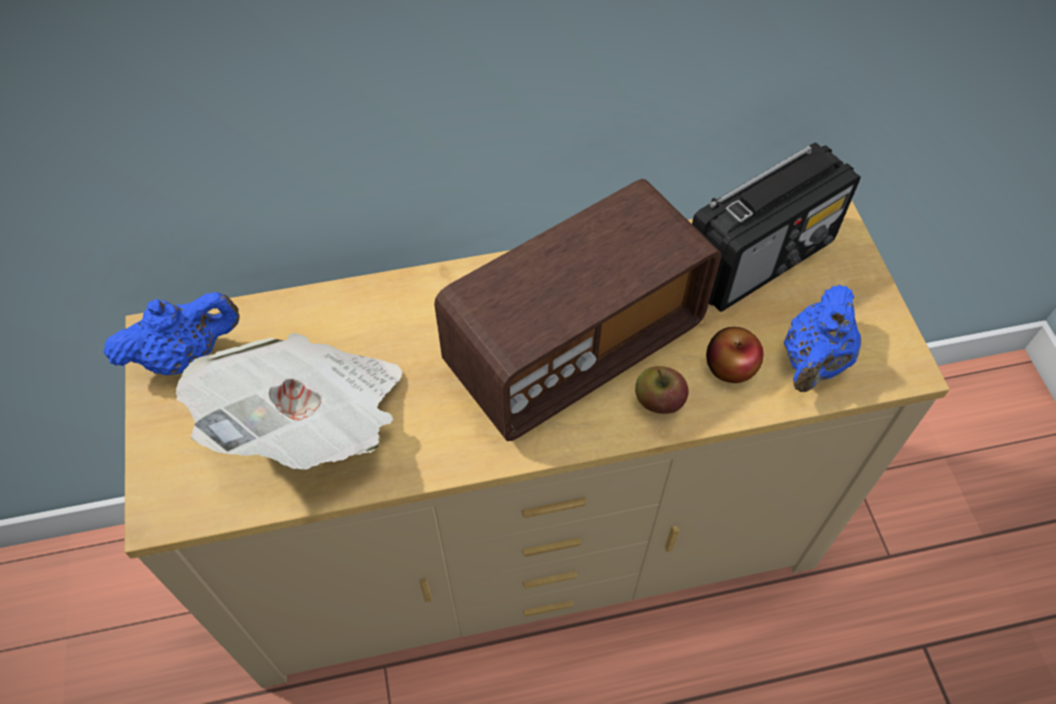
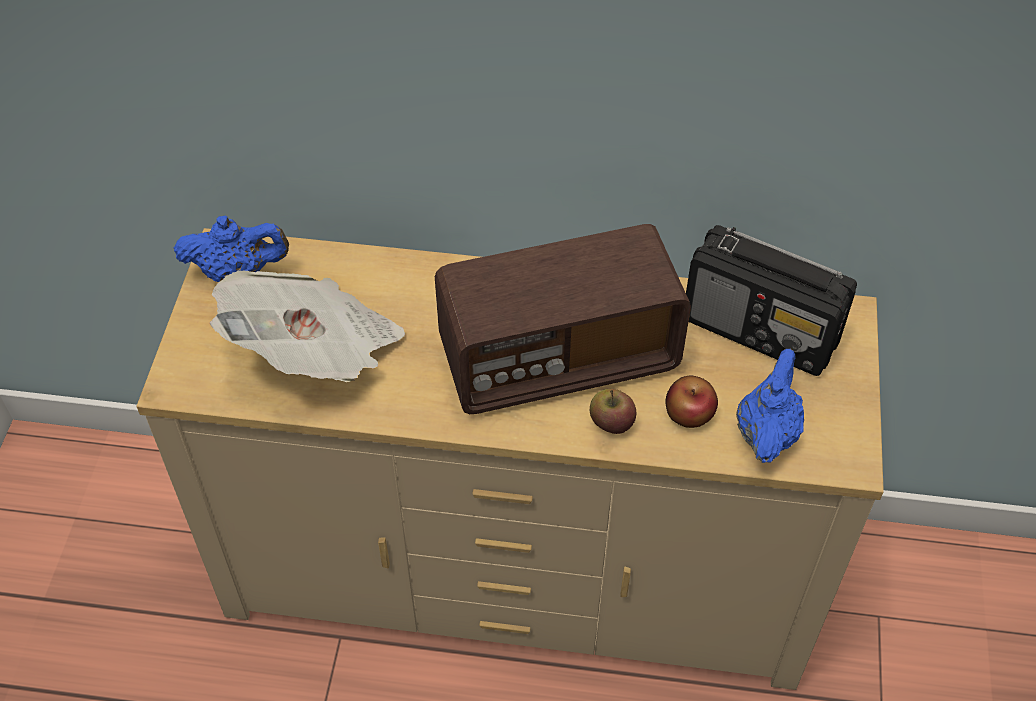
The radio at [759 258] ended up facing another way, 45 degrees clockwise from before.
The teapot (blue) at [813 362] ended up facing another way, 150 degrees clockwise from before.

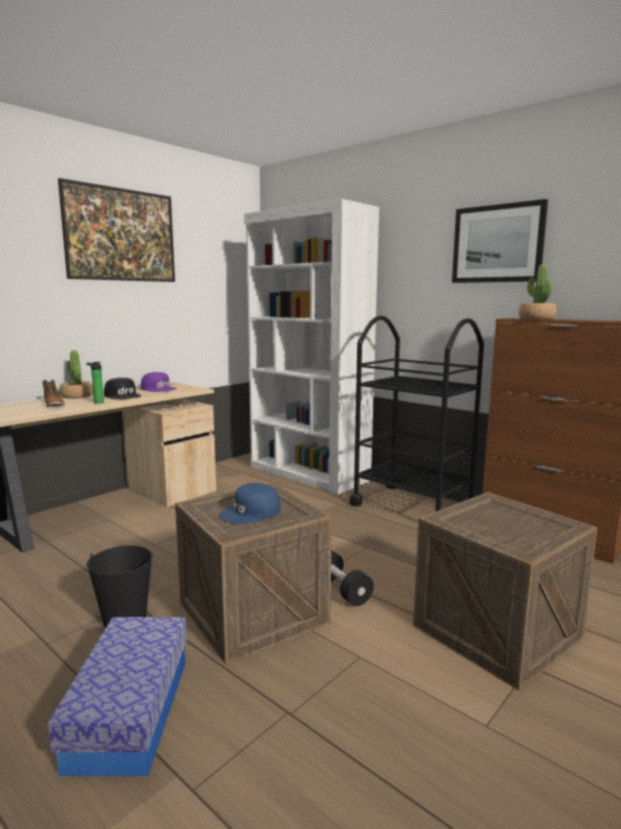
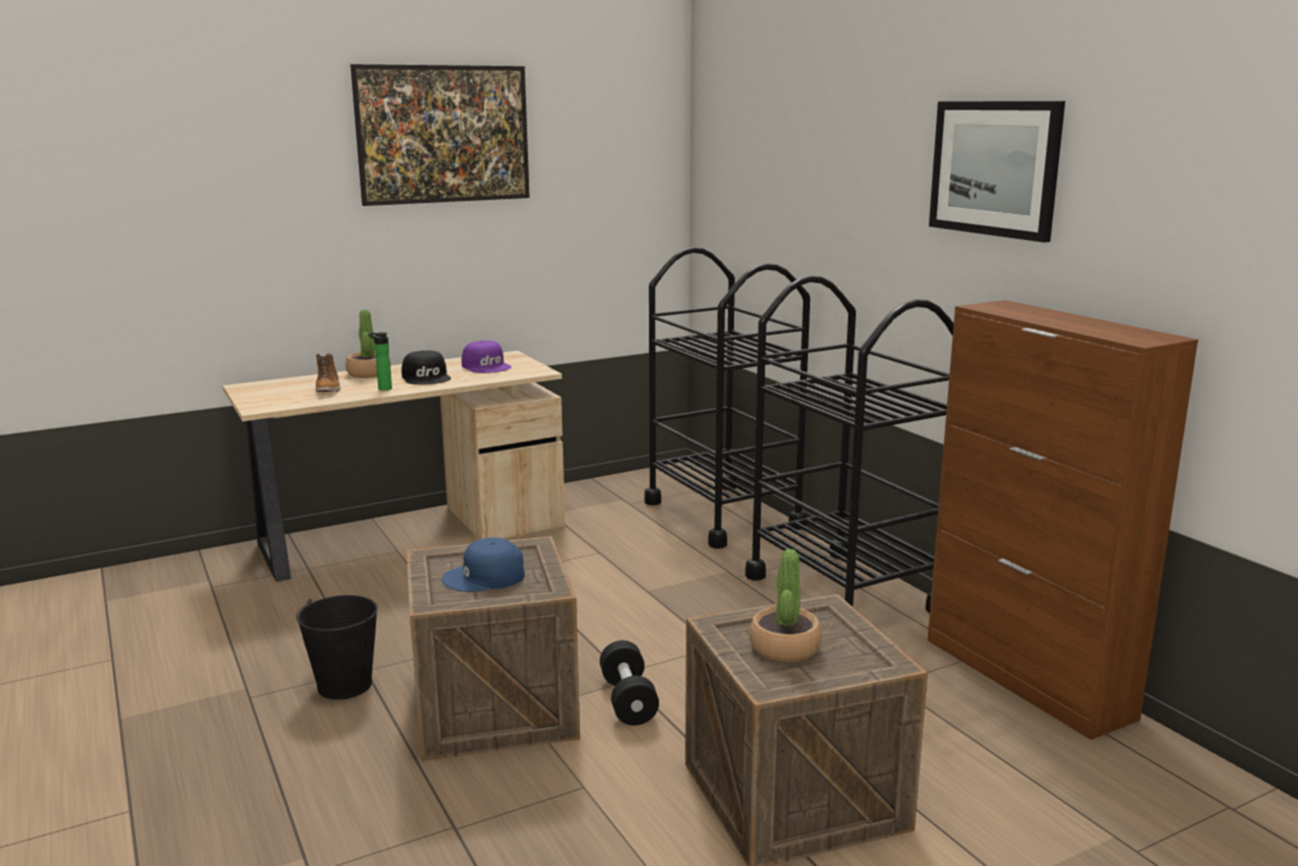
The second view lost the storage box at [130 712].
The potted plant ended up elsewhere, having gone from [536 318] to [784 648].
Where the bookcase (white) stood at [308 474], the cart (black) came to stand at [723 514].

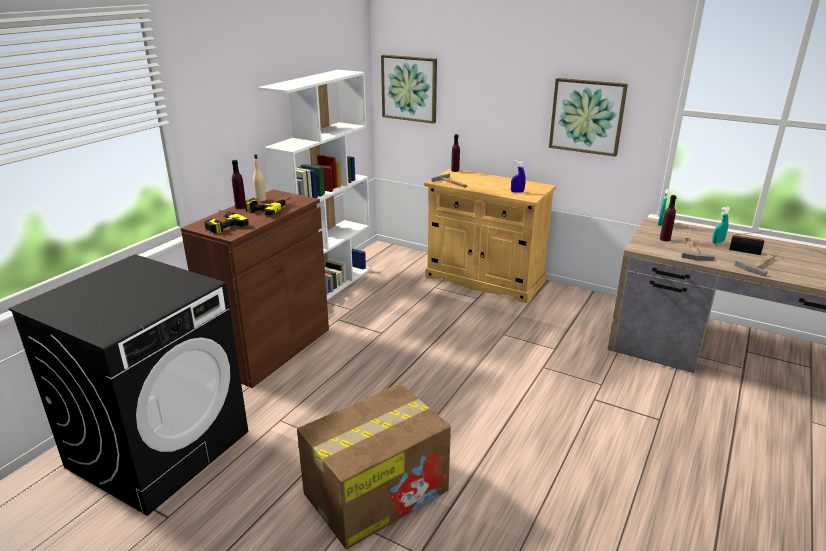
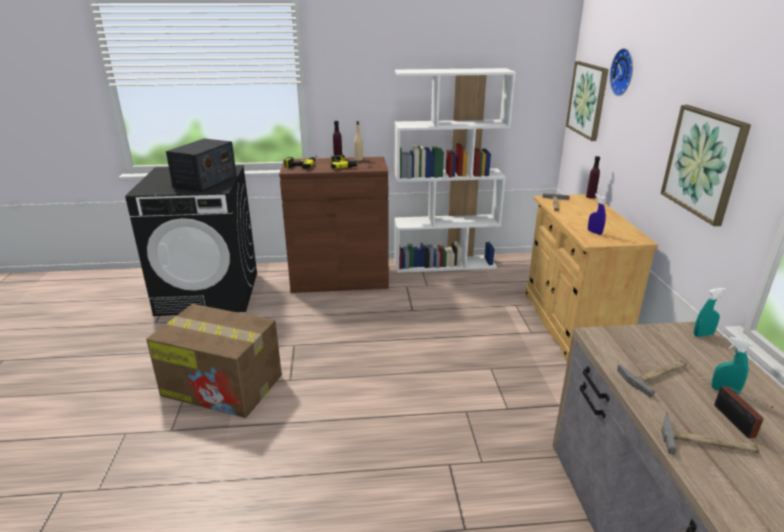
The second view lost the bottle (purple) at [665 239].
The second view gained the radio at [205 181].
The second view gained the wall clock at [624 72].

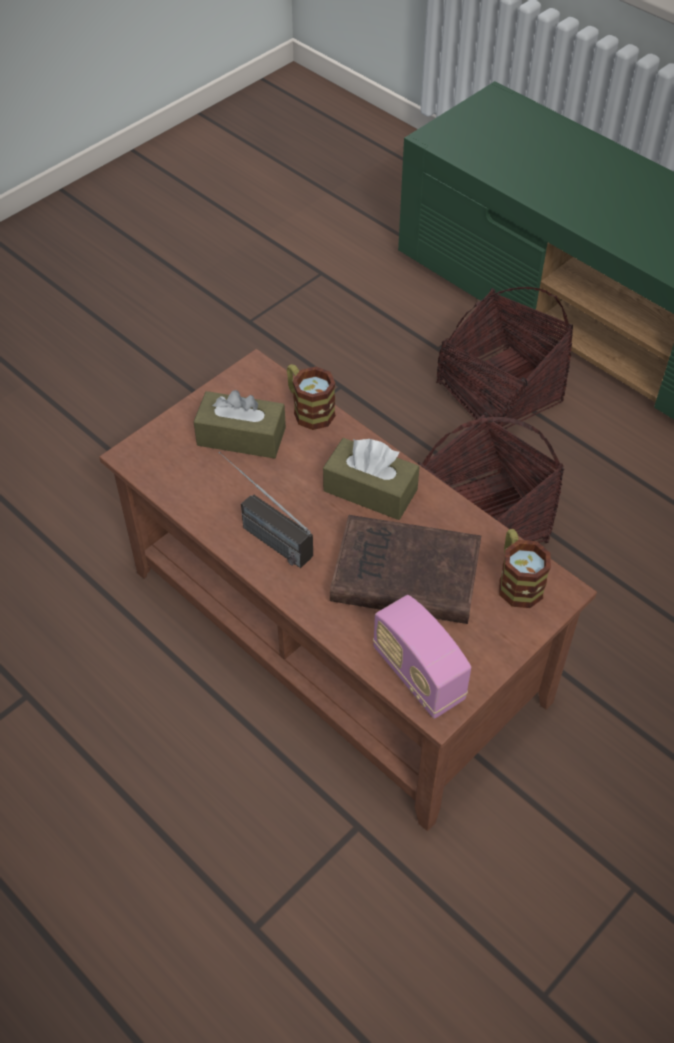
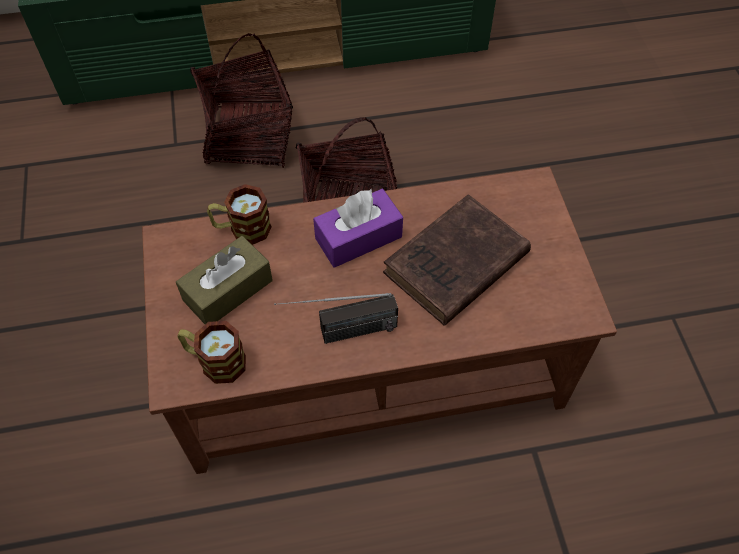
The second view lost the radio at [418 675].
The mug ended up elsewhere, having gone from [517 580] to [215 361].
What was the tissue box (brown) at [370 490] turned into the tissue box (purple) at [358 237].

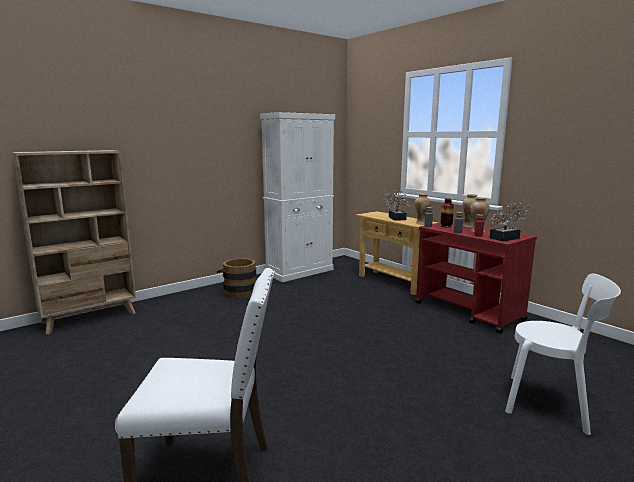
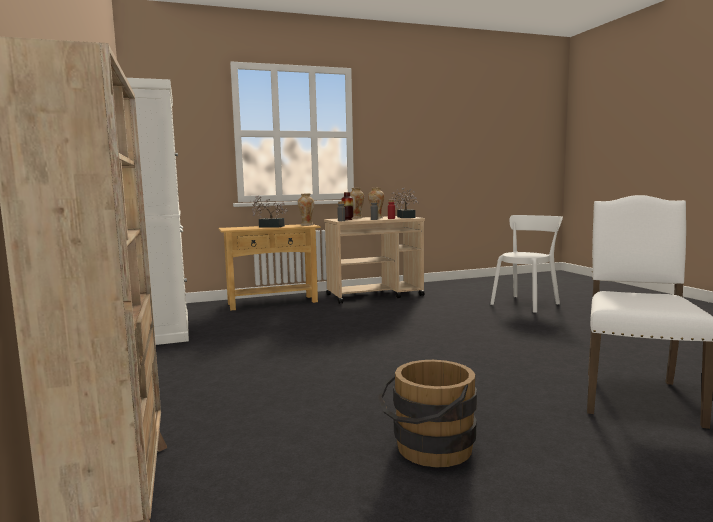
The bucket (brown) ended up elsewhere, having gone from [238 292] to [428 449].
What was the cart (red) at [469 312] turned into the cart (beige) at [375 295].

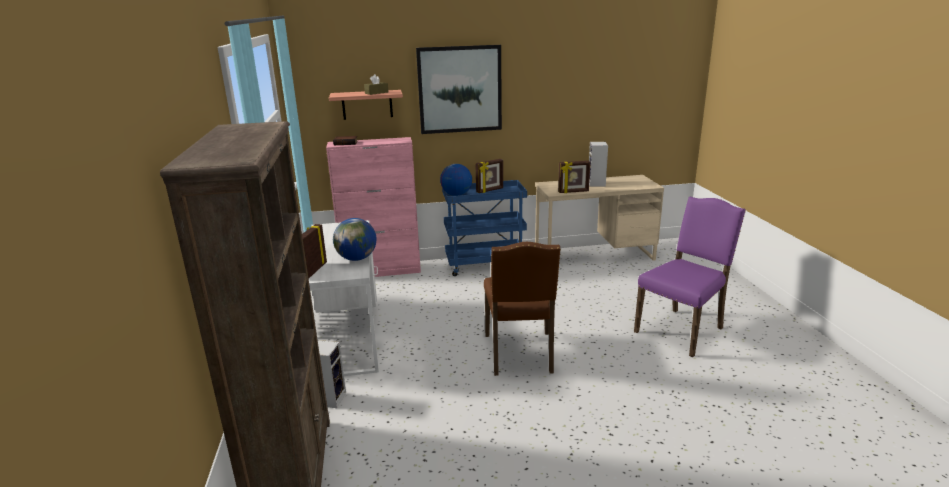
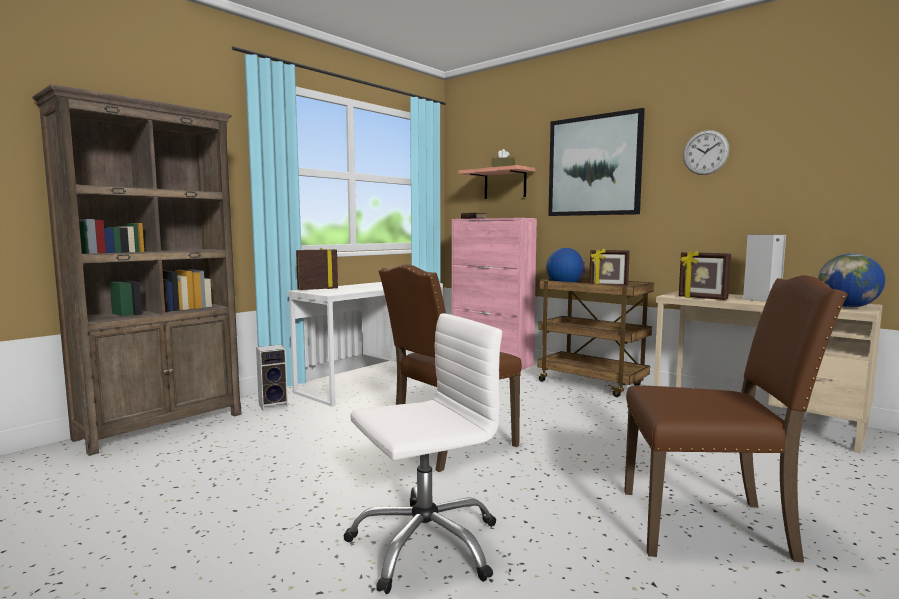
The second view gained the office chair (white) at [425 544].
The second view gained the wall clock at [705 152].
The globe ended up elsewhere, having gone from [357 259] to [848 307].
What was the cart (blue) at [485 264] turned into the cart (brown) at [592 384].
What was the chair (purple) at [682 330] turned into the chair (brown) at [709 526].

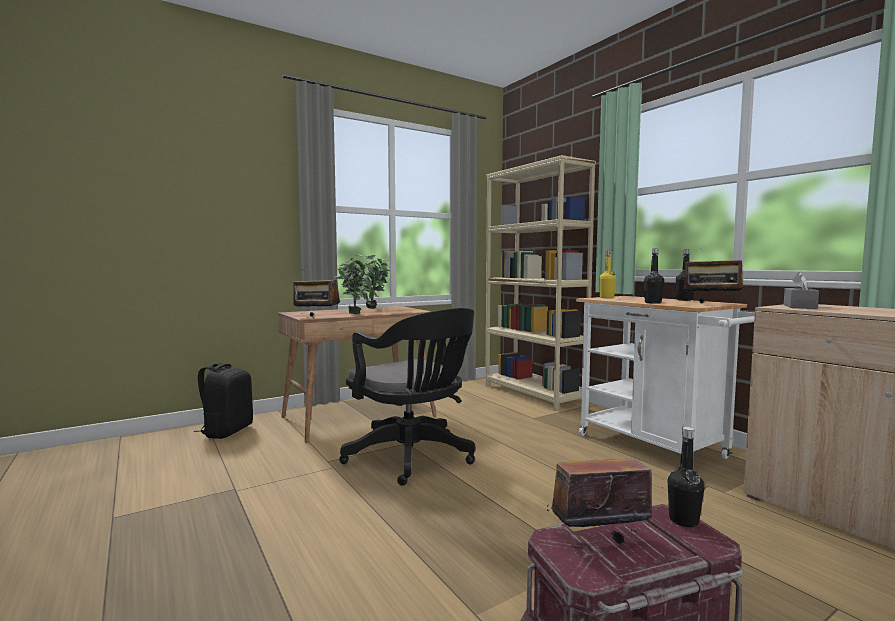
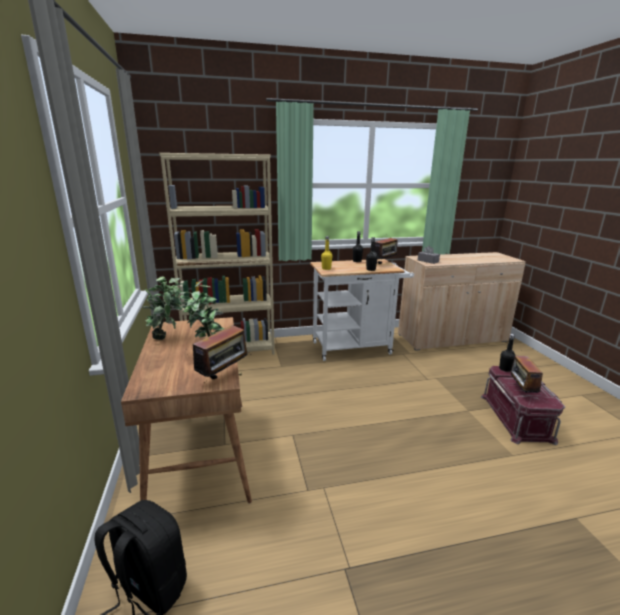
The second view lost the office chair (black) at [413 458].

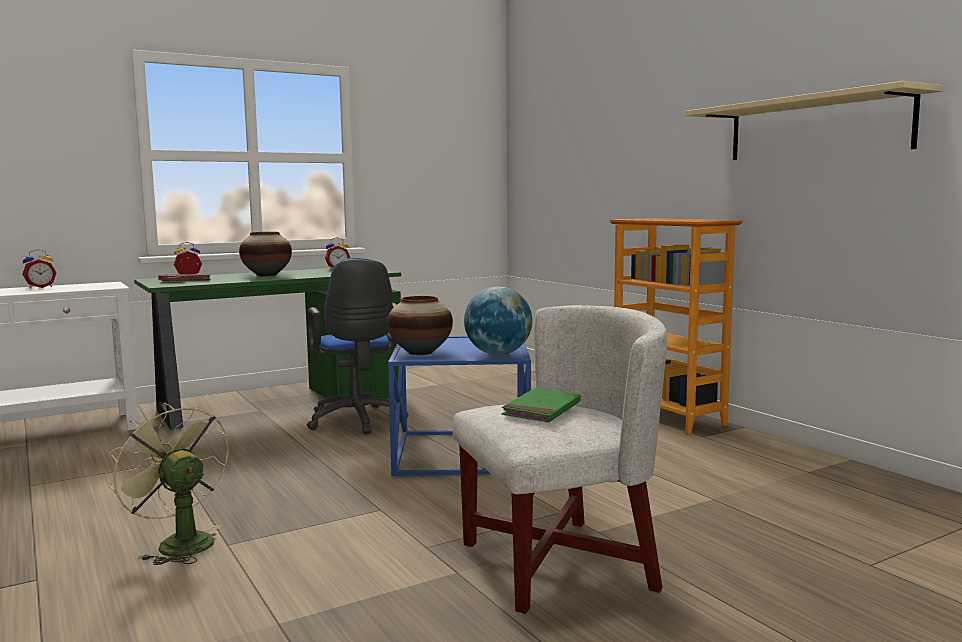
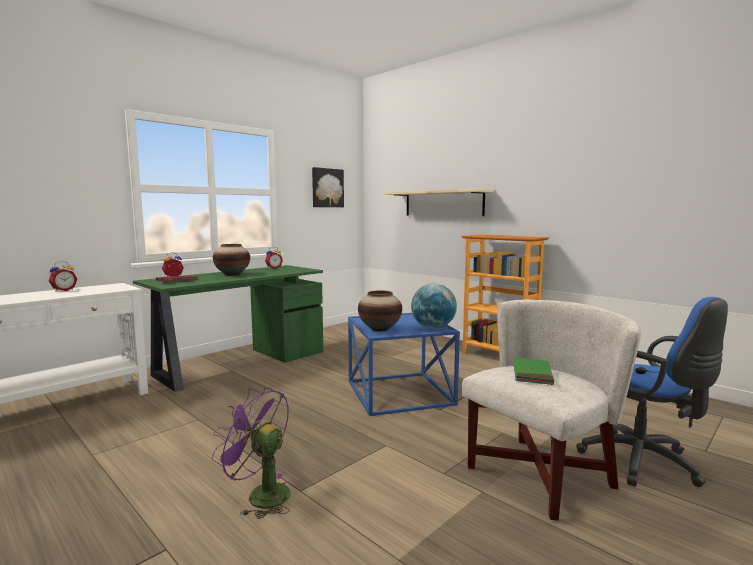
The second view gained the picture at [327 188].
The office chair (blue) ended up elsewhere, having gone from [357 421] to [645 463].
The shelf (beige) ended up elsewhere, having gone from [816 128] to [443 203].
What was the fan (green) at [178 543] turned into the fan (purple) at [260 494].

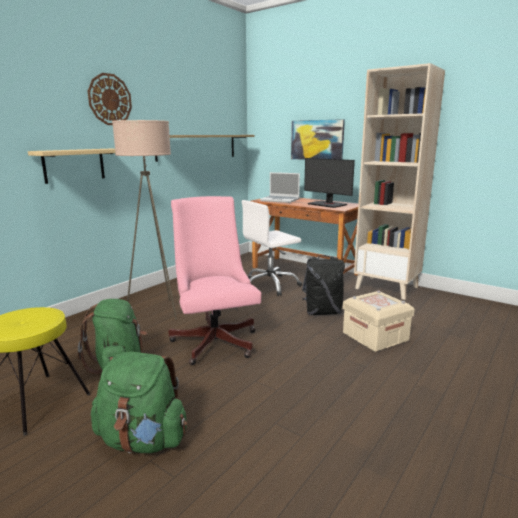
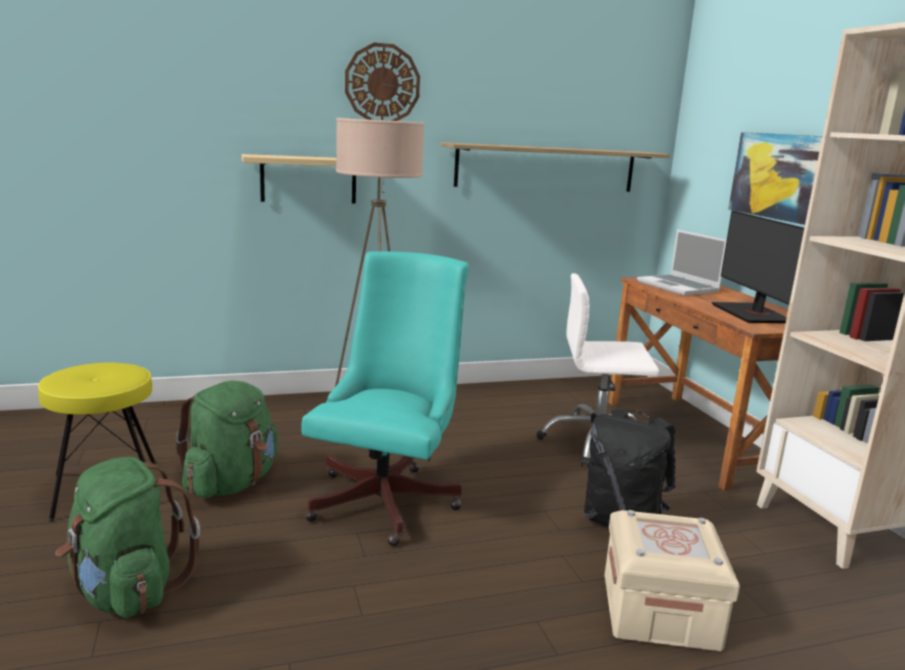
What was the office chair (pink) at [215 339] turned into the office chair (turquoise) at [388 498].

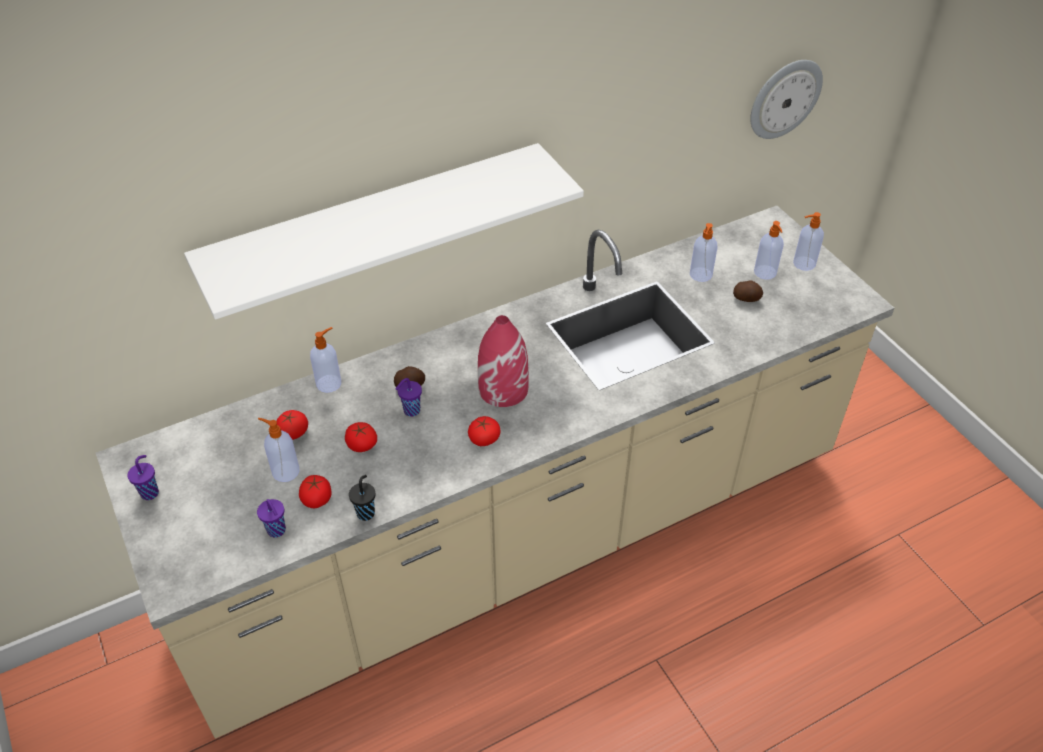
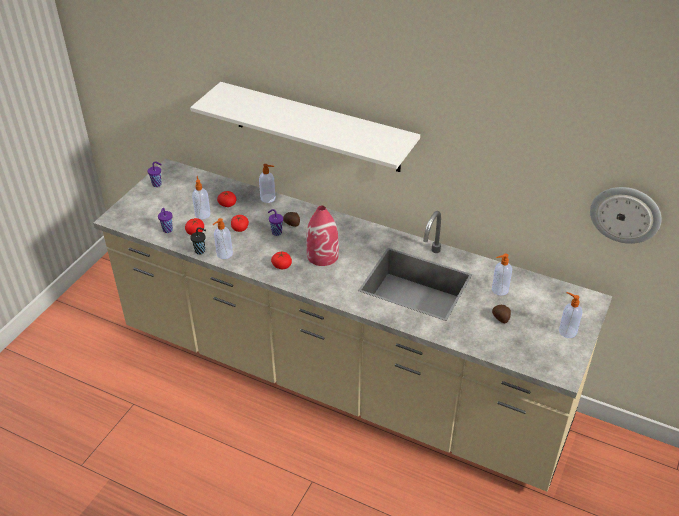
The soap dispenser ended up elsewhere, having gone from [765 273] to [224 254].

